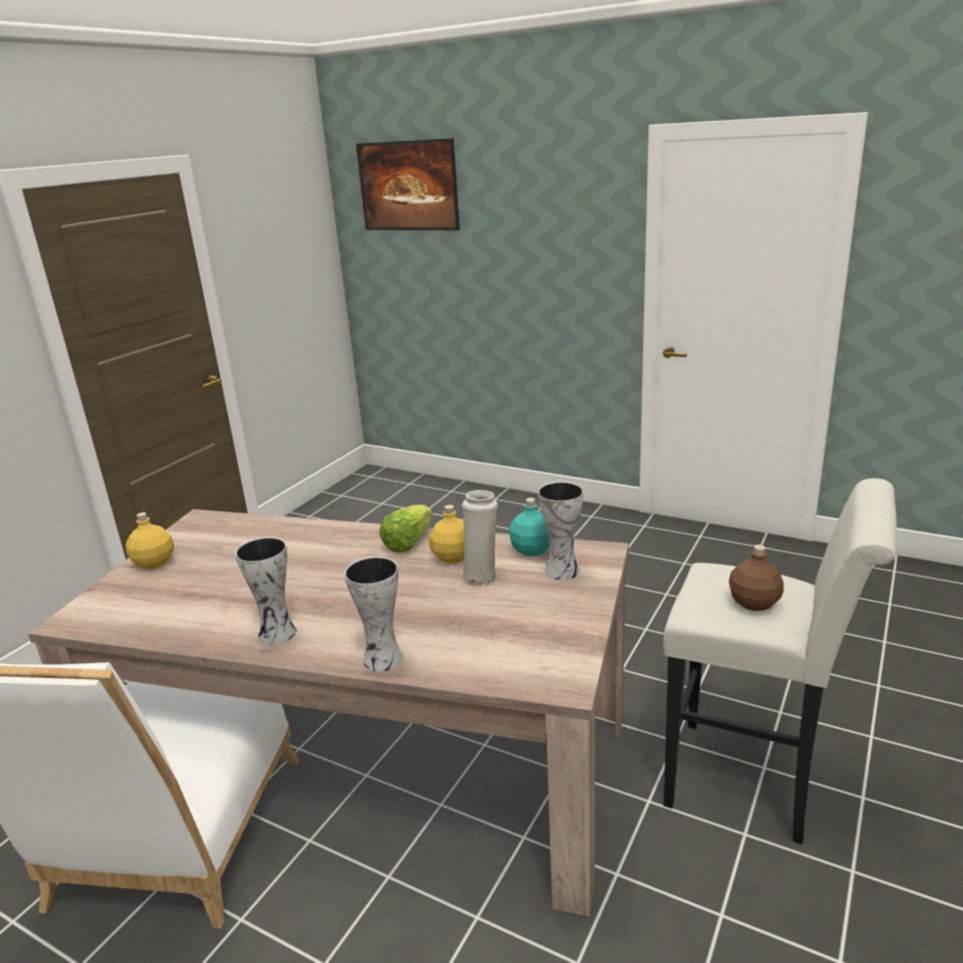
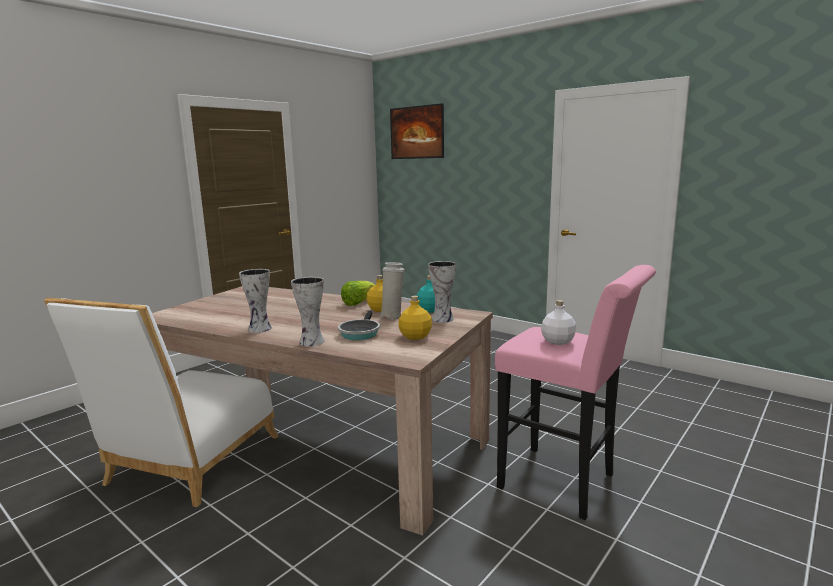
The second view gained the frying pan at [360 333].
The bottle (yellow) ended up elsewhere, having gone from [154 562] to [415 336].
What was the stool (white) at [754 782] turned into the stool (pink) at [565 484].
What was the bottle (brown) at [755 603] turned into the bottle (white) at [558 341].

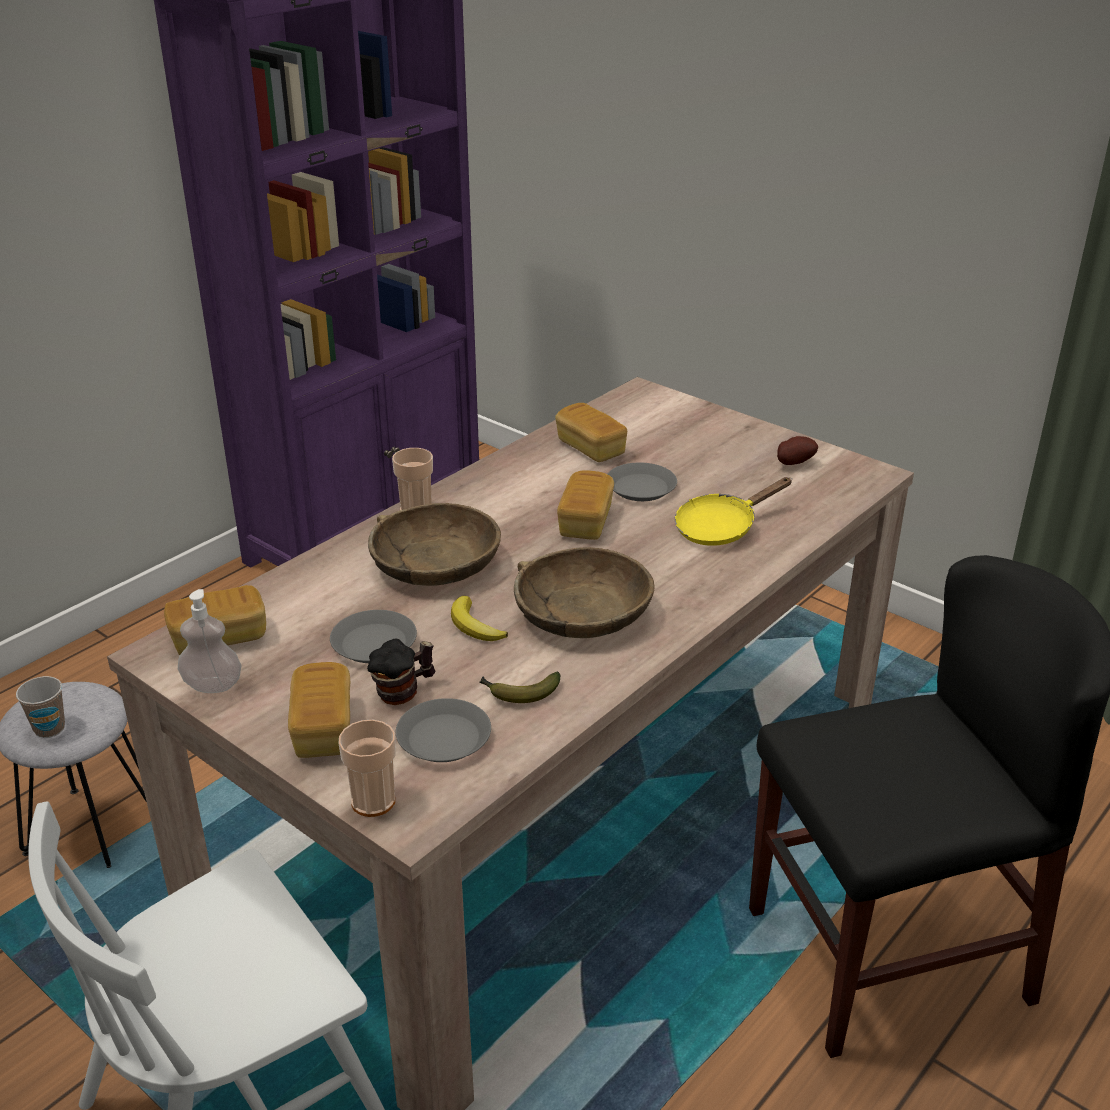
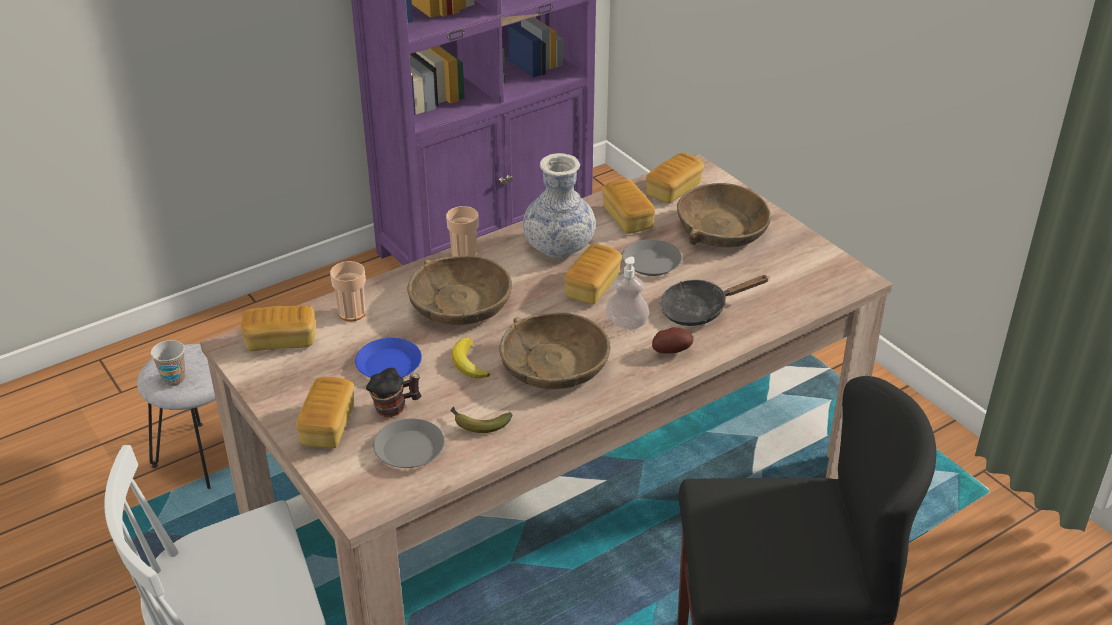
The second view gained the vase at [559 247].
The second view gained the bread at [673 190].
The second view gained the bowl (brown) at [722 230].
The soap dispenser ended up elsewhere, having gone from [212 685] to [626 323].
The cup ended up elsewhere, having gone from [373 801] to [352 313].
The potato ended up elsewhere, having gone from [793 463] to [671 351].
What was the plate (grey) at [374 643] turned into the plate (blue) at [389 364].
What was the frying pan (yellow) at [721 528] turned into the frying pan (black) at [699 310].

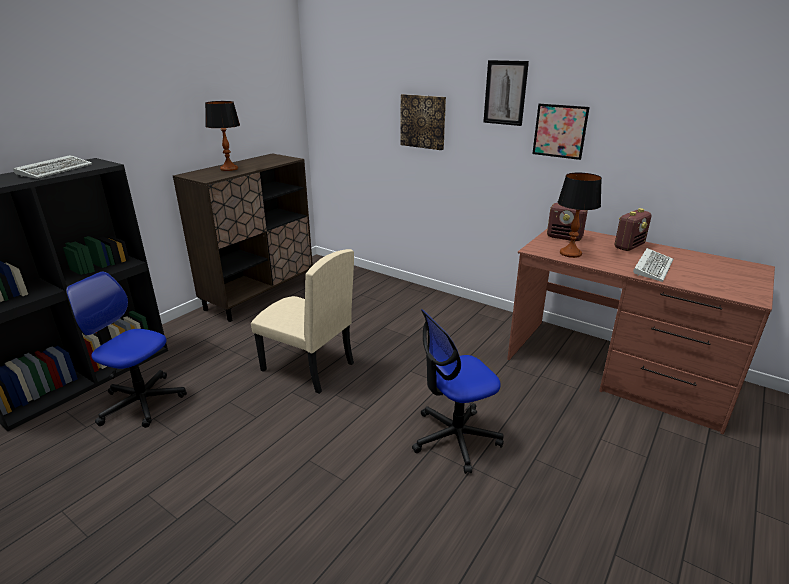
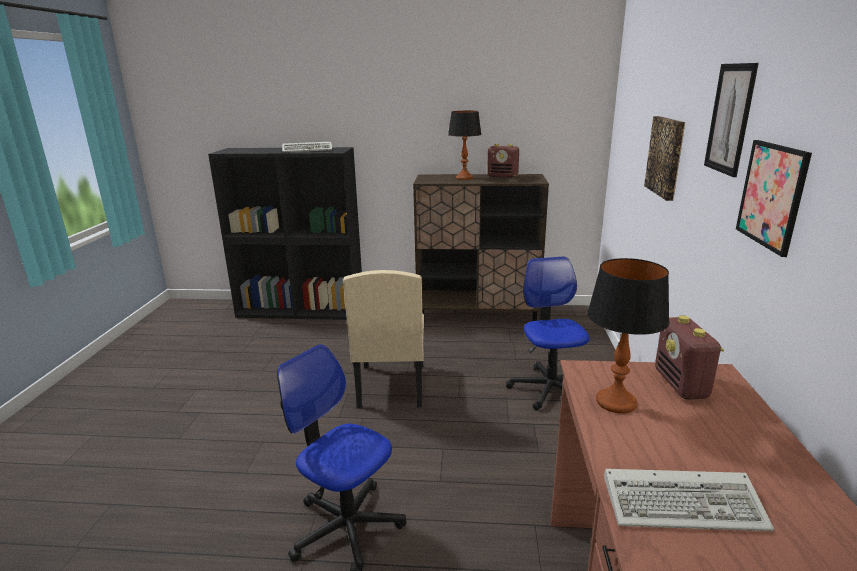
The office chair ended up elsewhere, having gone from [142 402] to [549 389].
The radio ended up elsewhere, having gone from [629 246] to [503 176].

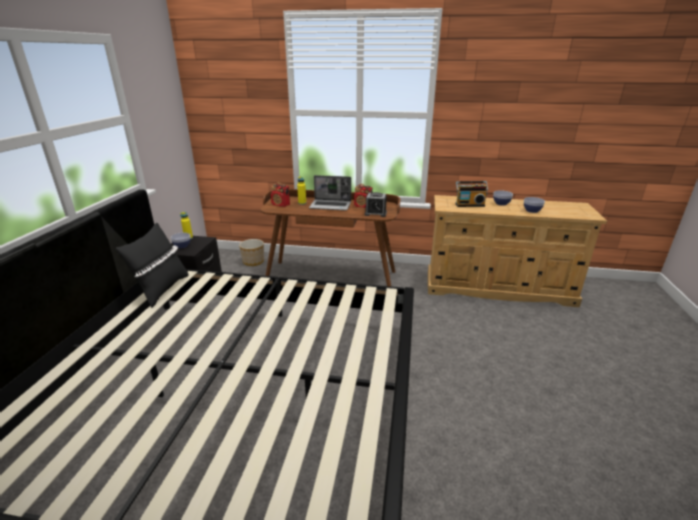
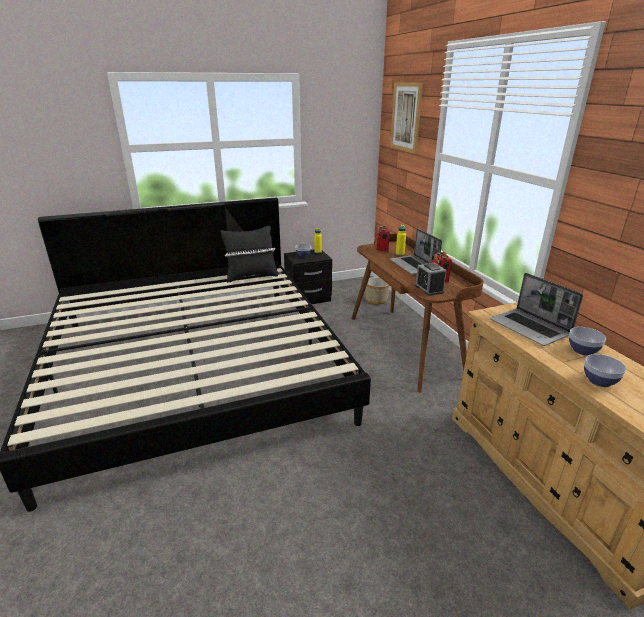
The second view gained the picture at [406 117].
Where the radio stood at [469 205], the laptop came to stand at [530 328].

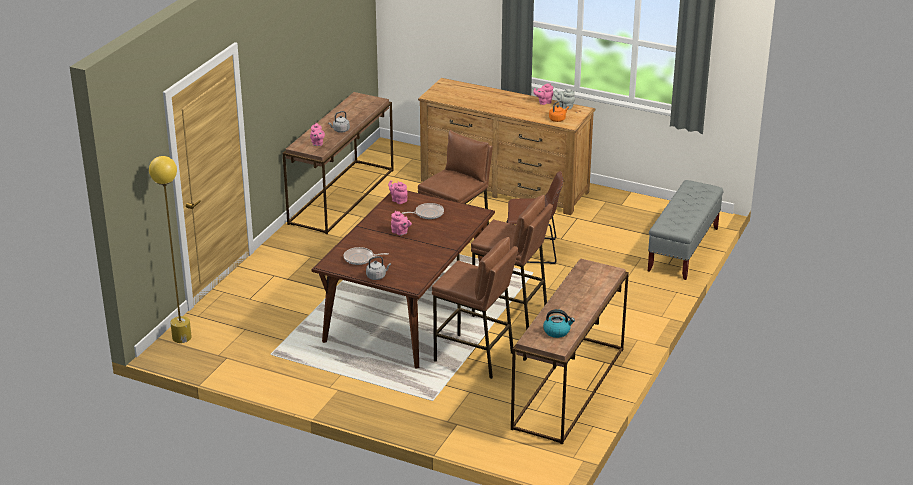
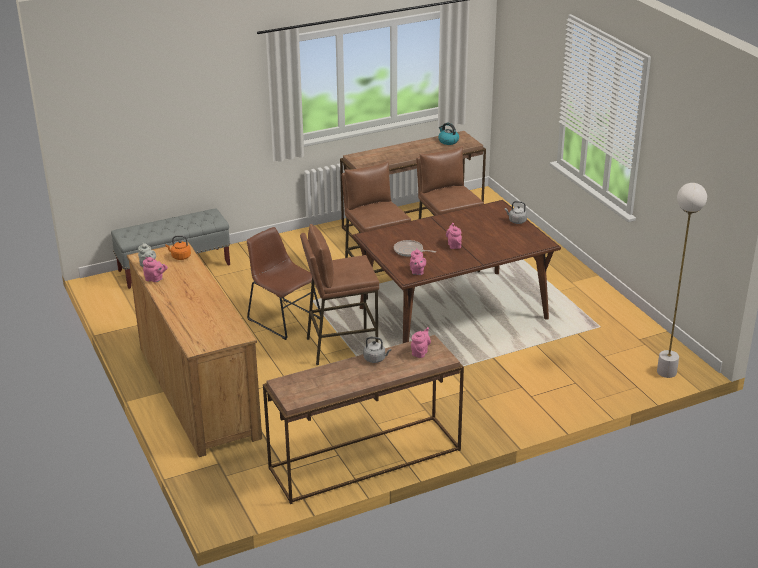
The second view lost the frying pan at [360 258].
What was the floor lamp (yellow) at [181 337] turned into the floor lamp (white) at [666 372].

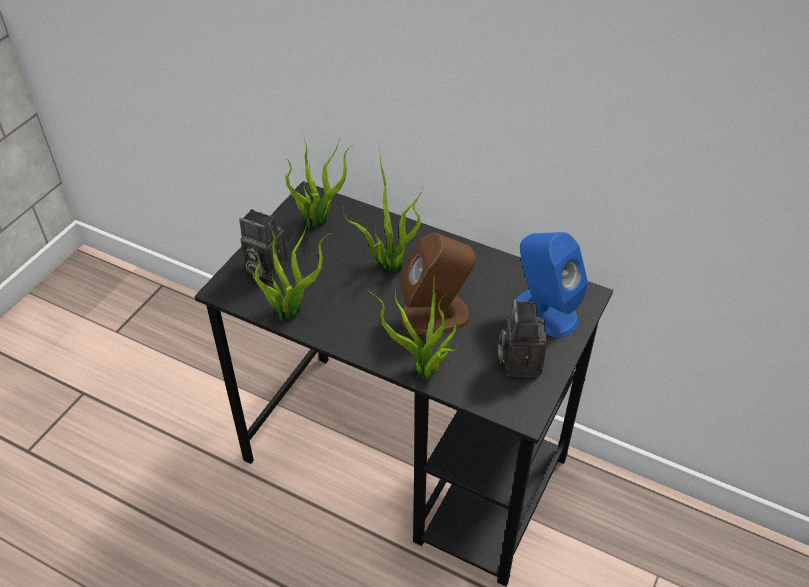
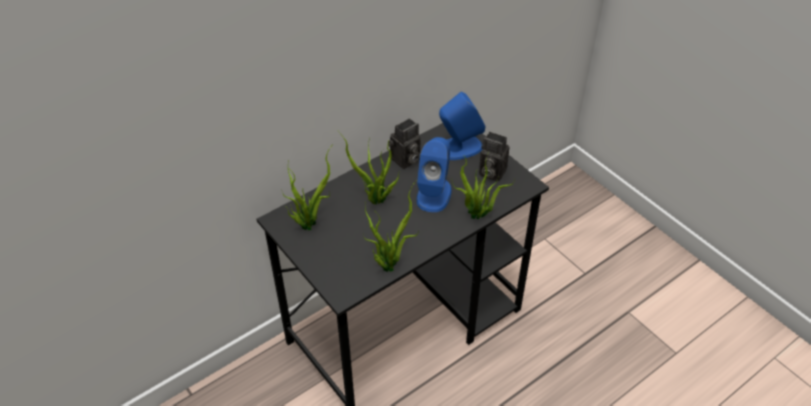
The photo camera ended up elsewhere, having gone from [264 268] to [405 160].
What was the speaker (brown) at [436 315] turned into the speaker (blue) at [434 194].

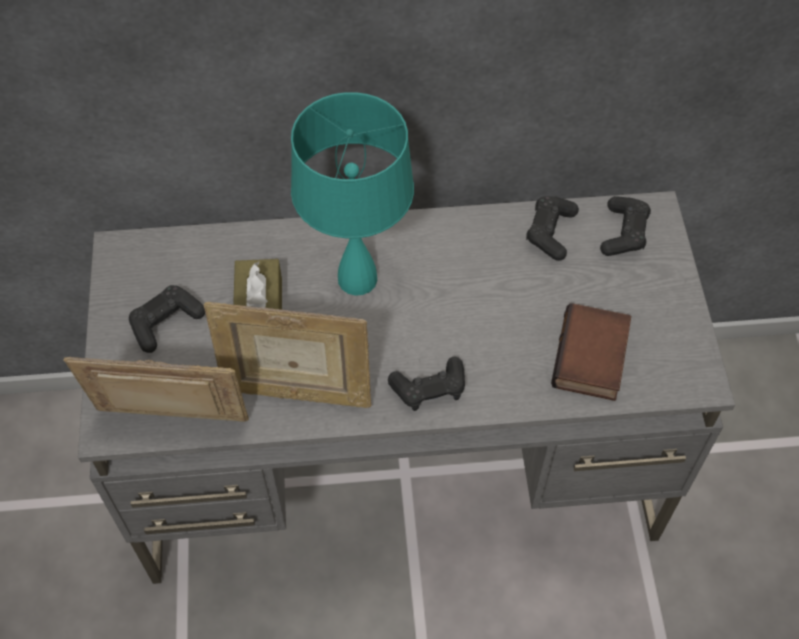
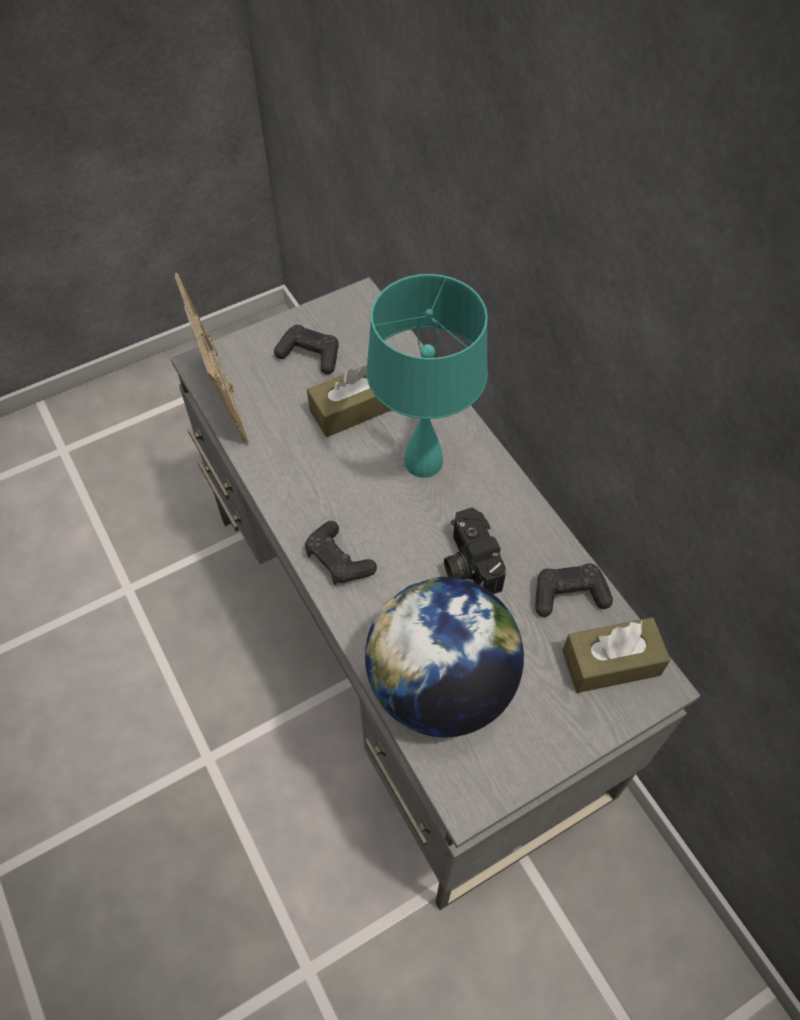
The second view lost the picture frame at [296 391].
The second view gained the photo camera at [468 563].
Where the book stood at [592 358], the globe came to stand at [441 685].
Where the game controller (black) stood at [624 233], the tissue box (brown) came to stand at [611 662].

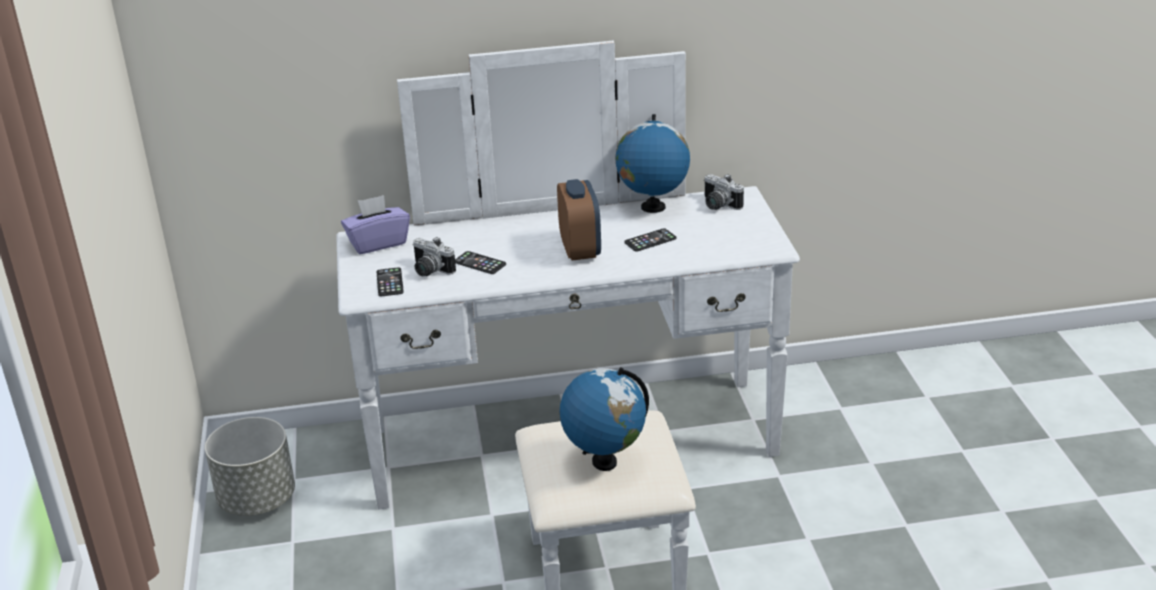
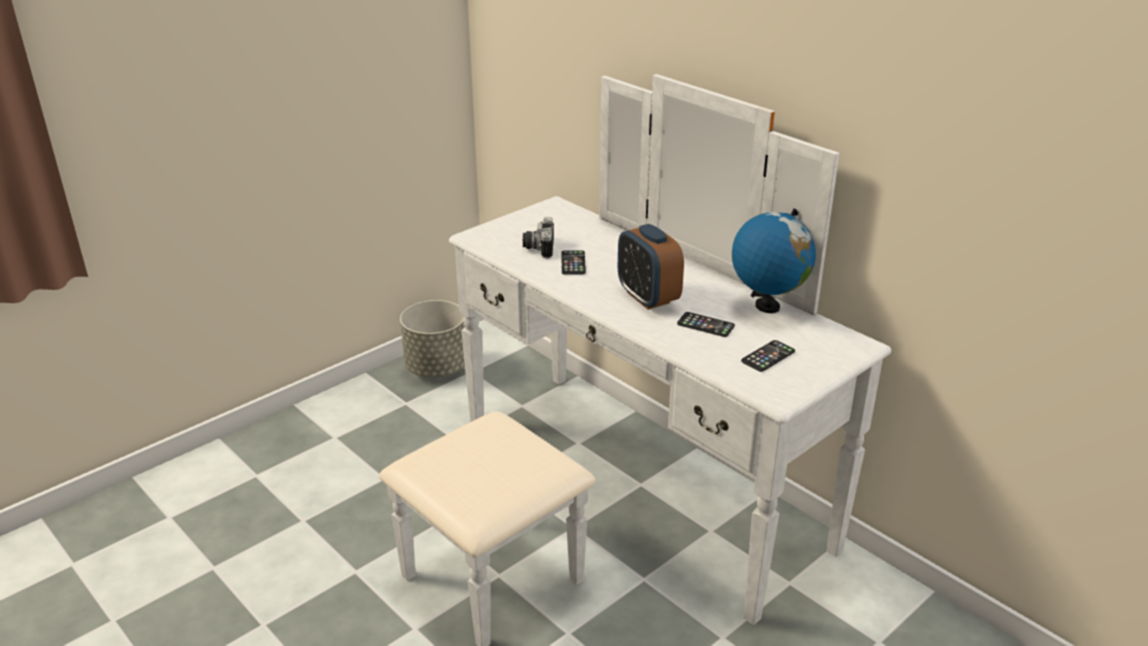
The second view lost the tissue box (purple) at [378 243].
The second view lost the globe at [604 462].
The second view lost the photo camera at [718 205].
The phone ended up elsewhere, having gone from [390 282] to [768 356].
The alarm clock at [580 249] ended up facing another way, 105 degrees clockwise from before.

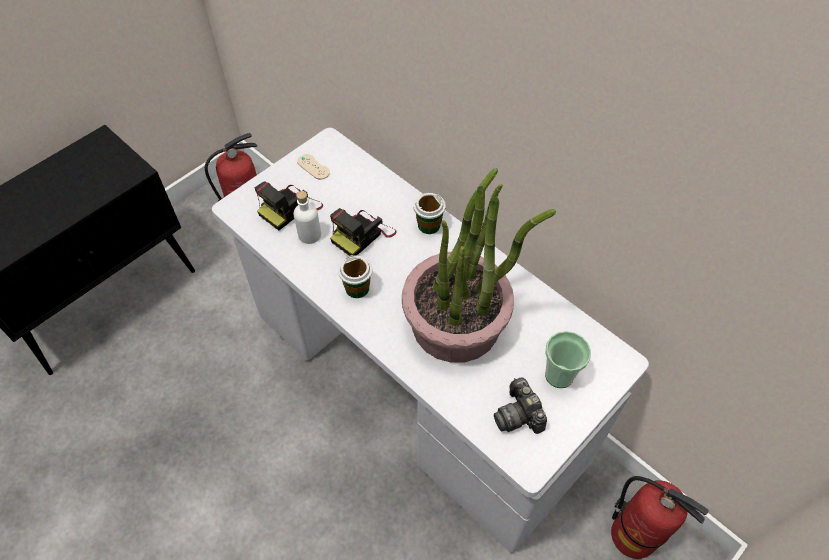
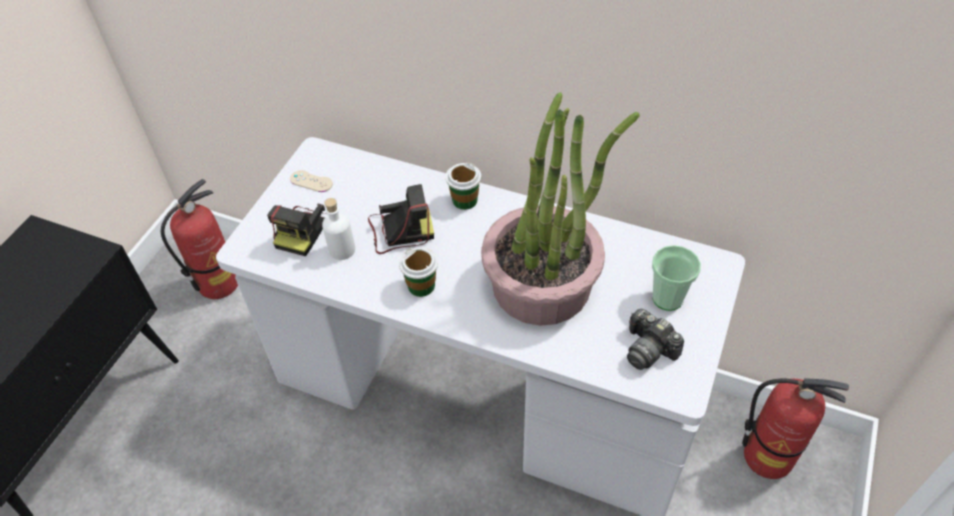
The photo camera at [362 234] ended up facing another way, 120 degrees counterclockwise from before.

